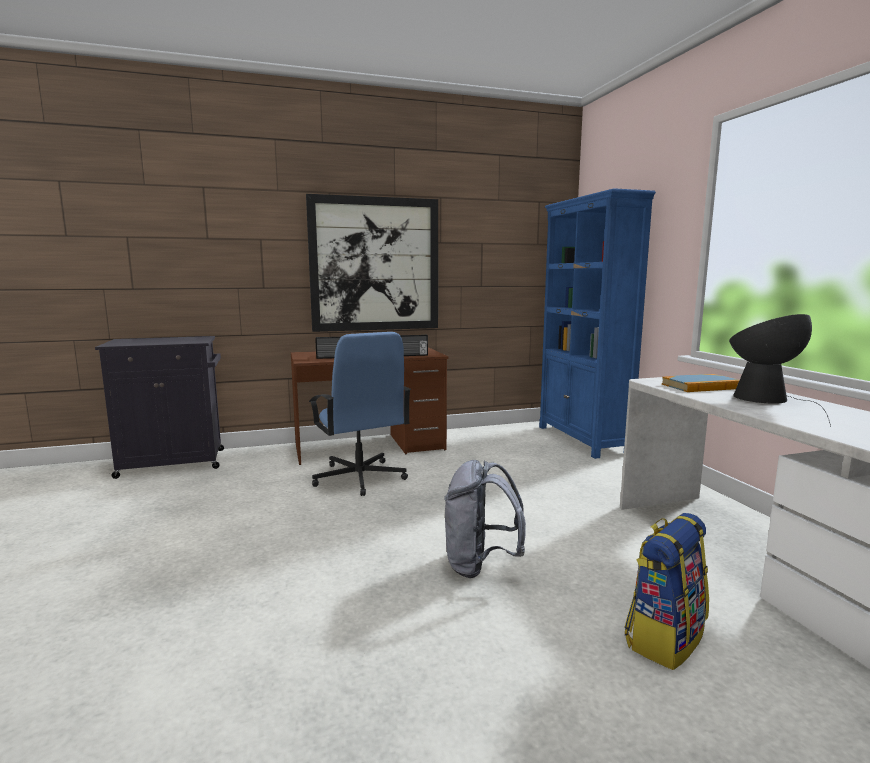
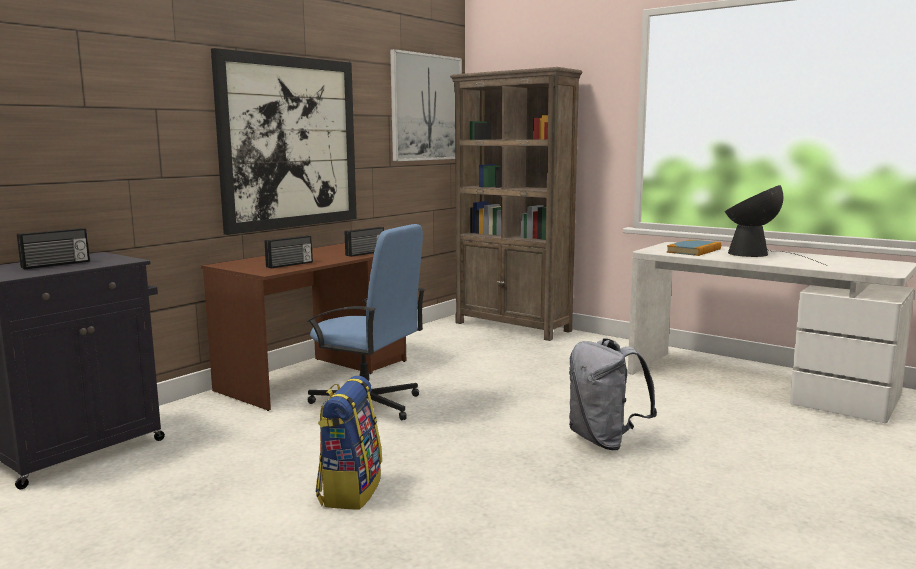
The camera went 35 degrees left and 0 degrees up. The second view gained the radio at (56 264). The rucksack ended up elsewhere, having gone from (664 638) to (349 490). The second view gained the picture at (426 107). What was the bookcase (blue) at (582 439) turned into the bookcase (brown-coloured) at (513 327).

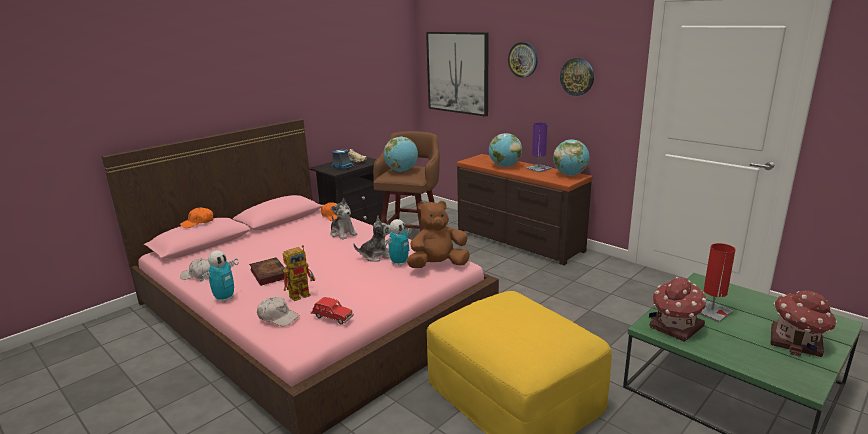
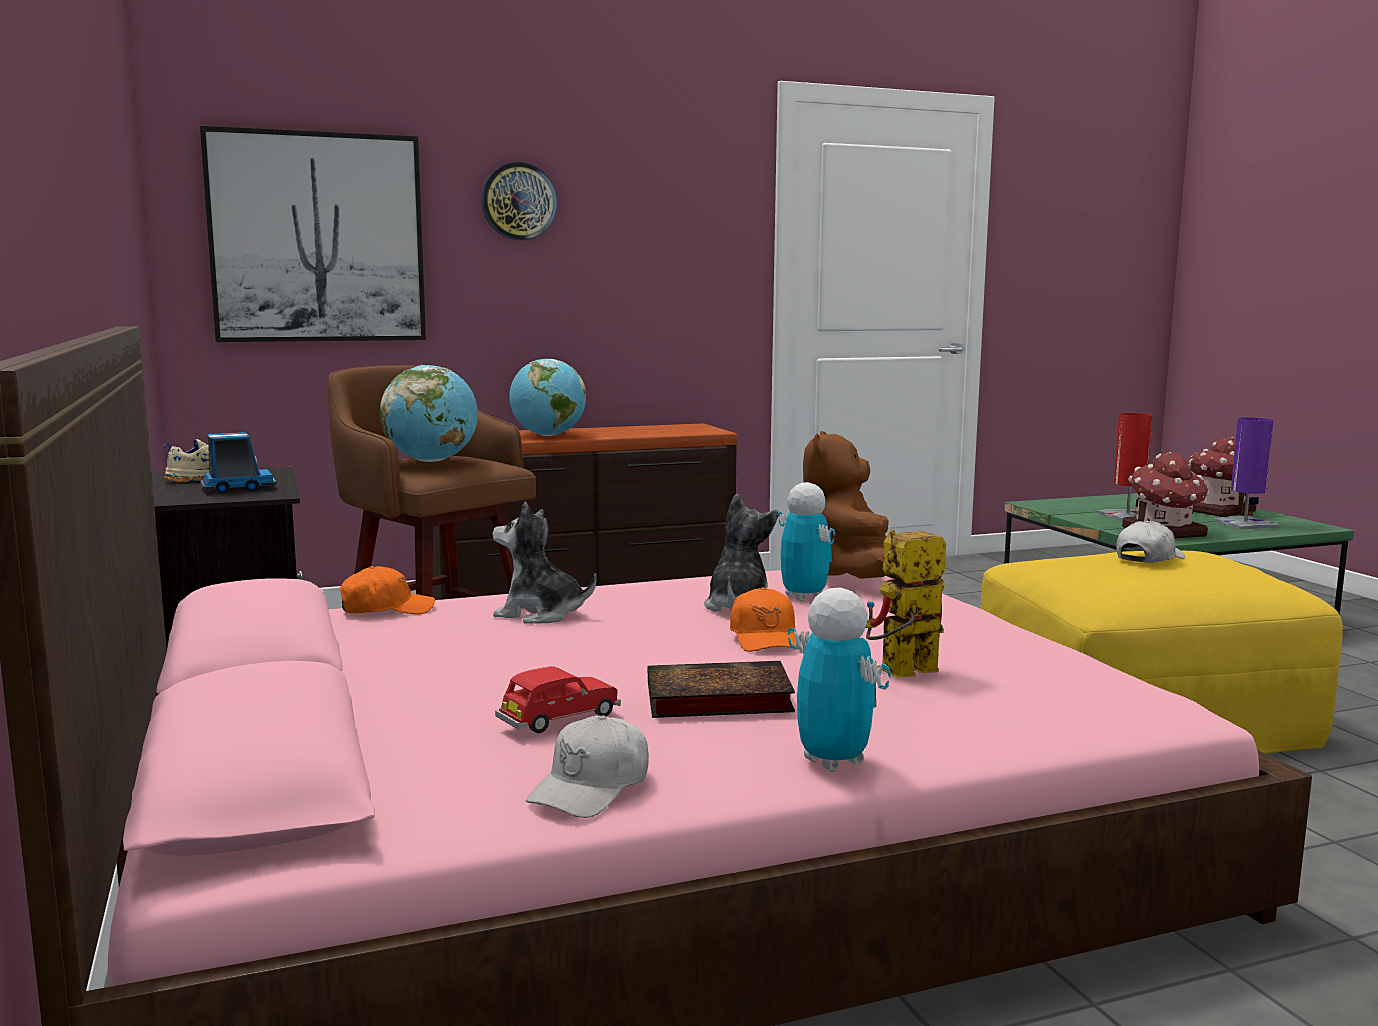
The camera went 65 degrees left and 10 degrees down. The cuddly toy at (343 233) ended up facing another way, 150 degrees counterclockwise from before. The toy car (reddish) ended up elsewhere, having gone from (332 317) to (559 720). The baseball cap (orange) ended up elsewhere, having gone from (198 223) to (765 638). The toy robot at (303 293) ended up facing another way, 105 degrees counterclockwise from before. The baseball cap (whitish) ended up elsewhere, having gone from (278 317) to (1148 558). The tabletop lamp (purple) ended up elsewhere, having gone from (538 168) to (1244 524). The second view lost the world globe at (570 174). The second view lost the hanging clock at (577 76).

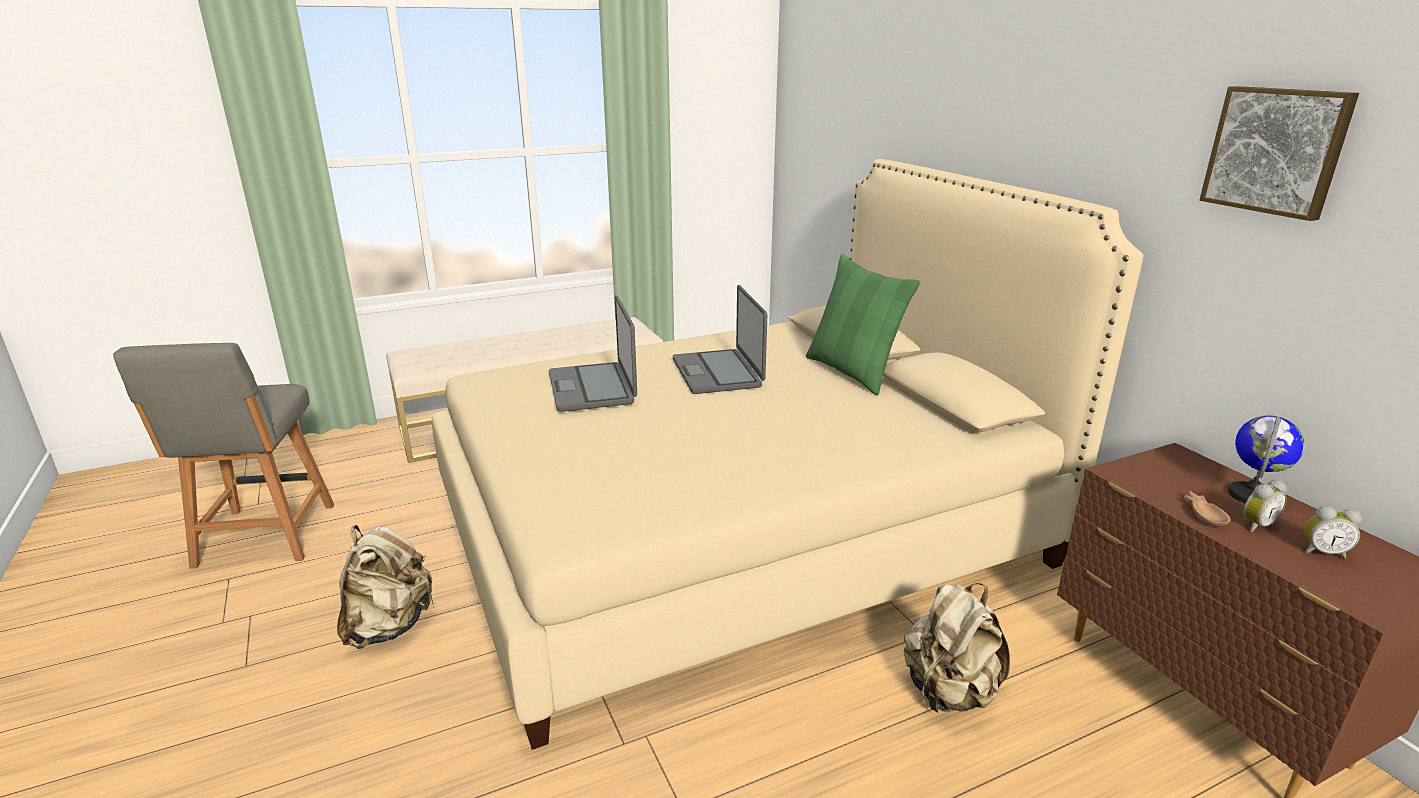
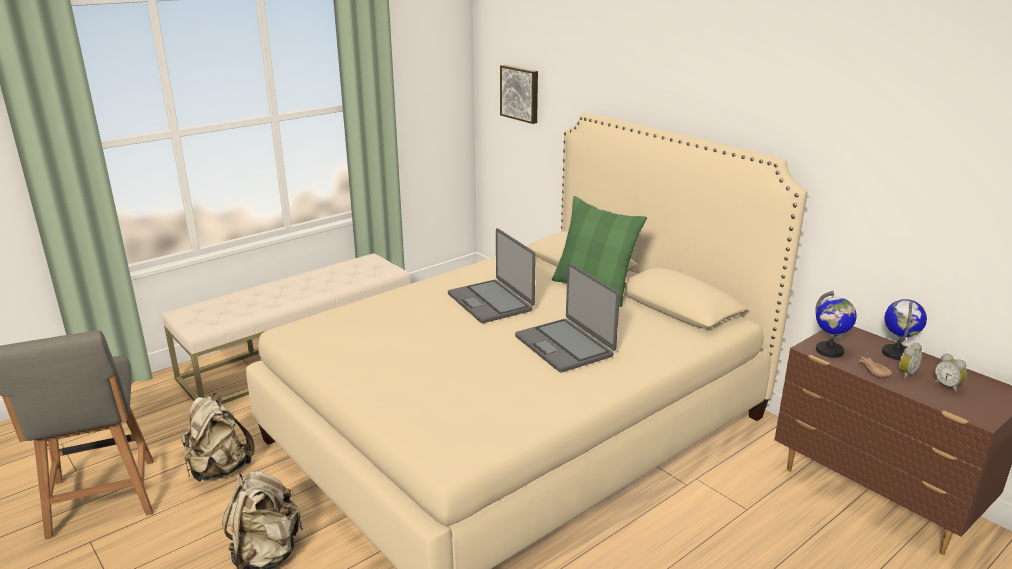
The camera went 15 degrees left and 0 degrees up. The rucksack (sand-coloured) ended up elsewhere, having gone from (949 692) to (219 470). The picture ended up elsewhere, having gone from (1276 151) to (520 93). The portable computer ended up elsewhere, having gone from (593 388) to (565 346). The second view gained the world globe at (829 351). The bedside clock at (1322 552) ended up facing another way, 60 degrees clockwise from before.

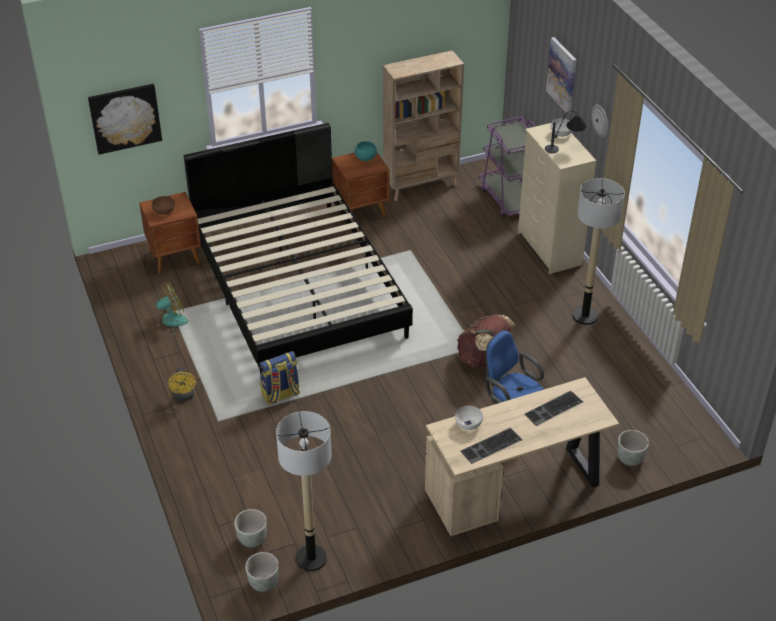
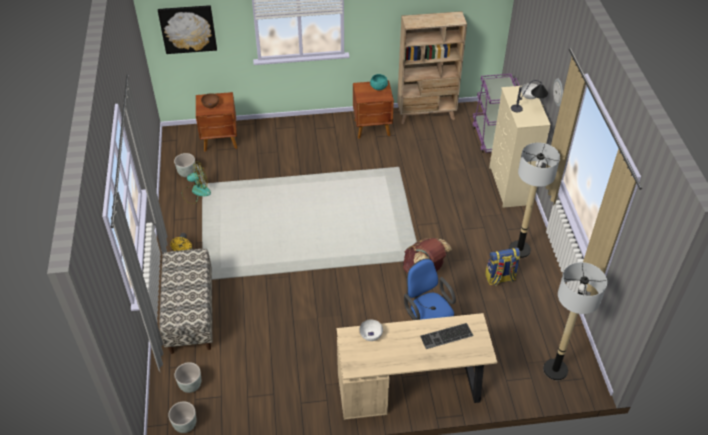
The camera went 15 degrees right and 5 degrees up. The second view gained the indoor bench at (190 314). The plant pot (gray) ended up elsewhere, having gone from (630 459) to (187 173). The rucksack ended up elsewhere, having gone from (280 395) to (500 278). The standard lamp ended up elsewhere, having gone from (311 558) to (555 369). The second view lost the bed (black-coloured) at (298 287). The second view lost the PC keyboard at (491 447). The second view lost the picture at (562 75).

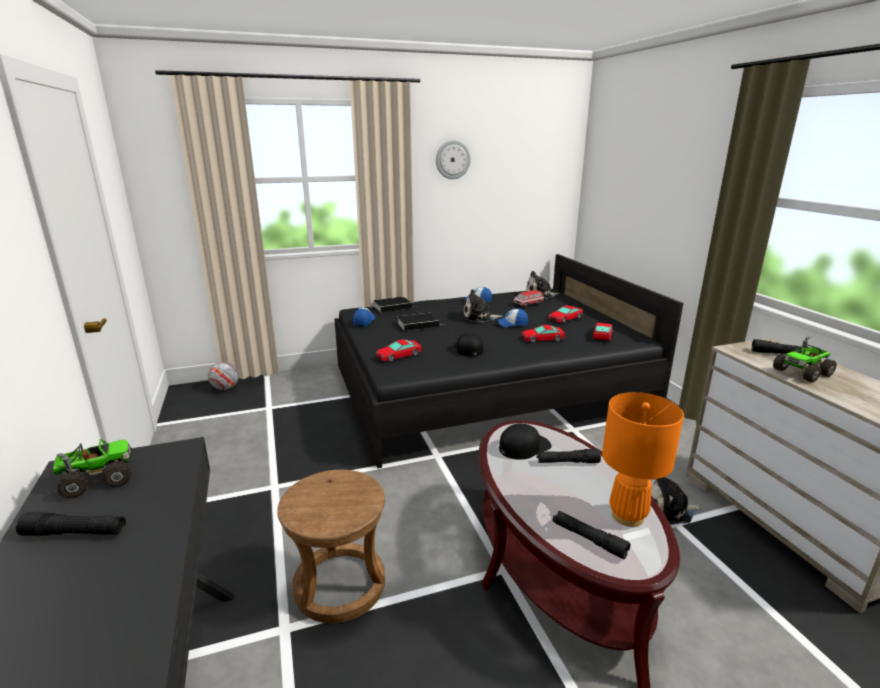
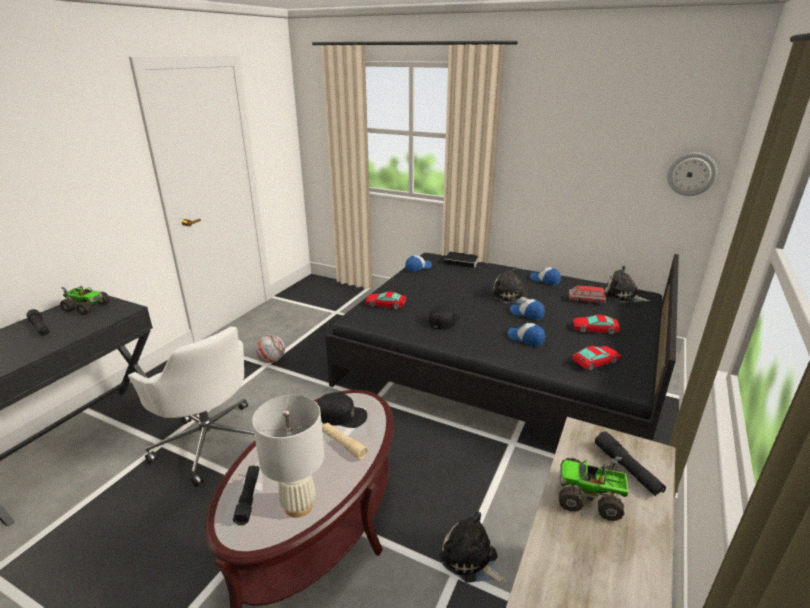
The camera went 45 degrees right and 5 degrees up. Where the stool (brown-coloured) stood at (340 585), the computer chair (whitish) came to stand at (209 440). What was the tabletop lamp (orange) at (628 516) turned into the tabletop lamp (whitish) at (298 505). The football ended up elsewhere, having gone from (225 388) to (272 360). What was the torch (black-coloured) at (567 462) turned into the torch (sand-coloured) at (343 444). Where the toy car stood at (542 338), the baseball cap came to stand at (525 339). The hanging clock ended up elsewhere, having gone from (452 159) to (691 174). The second view lost the bound book at (419 324).

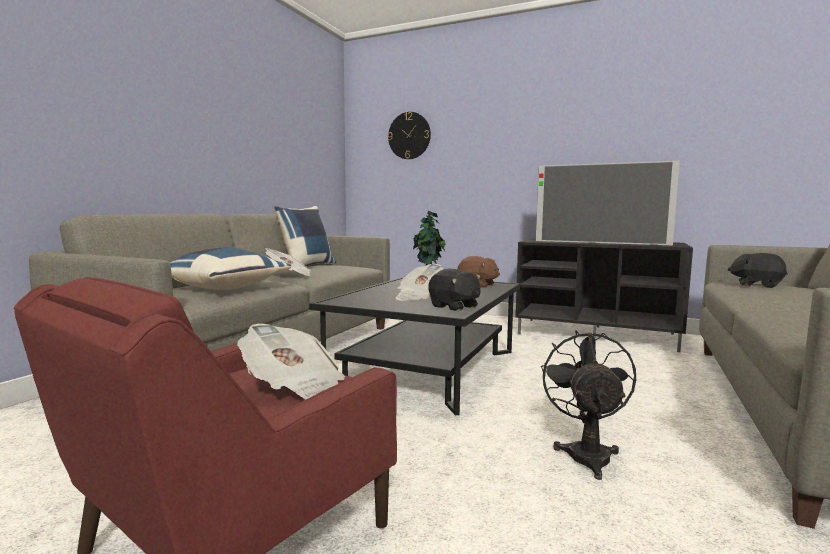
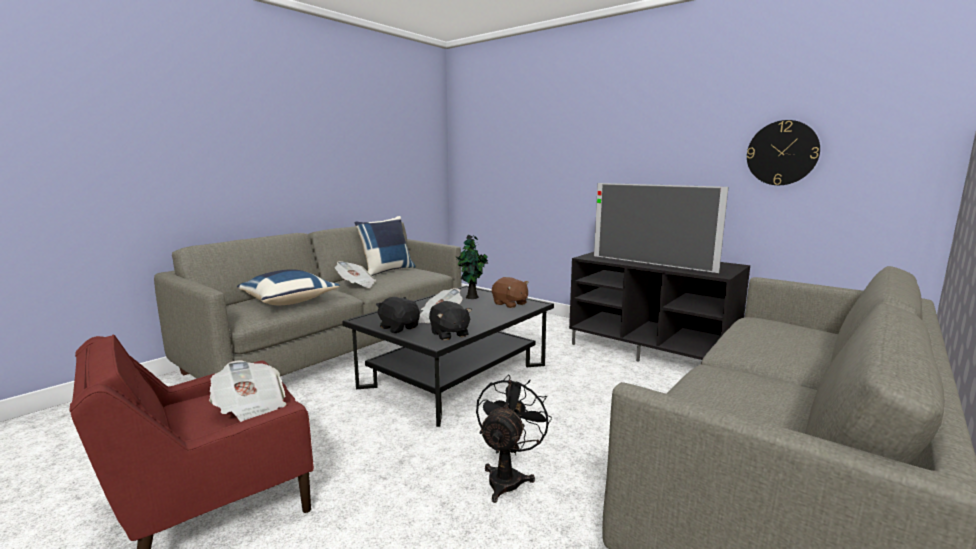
The camera went 15 degrees right and 5 degrees up. The cuddly toy (black-coloured) ended up elsewhere, having gone from (756 285) to (399 328). The hanging clock ended up elsewhere, having gone from (409 135) to (782 153).

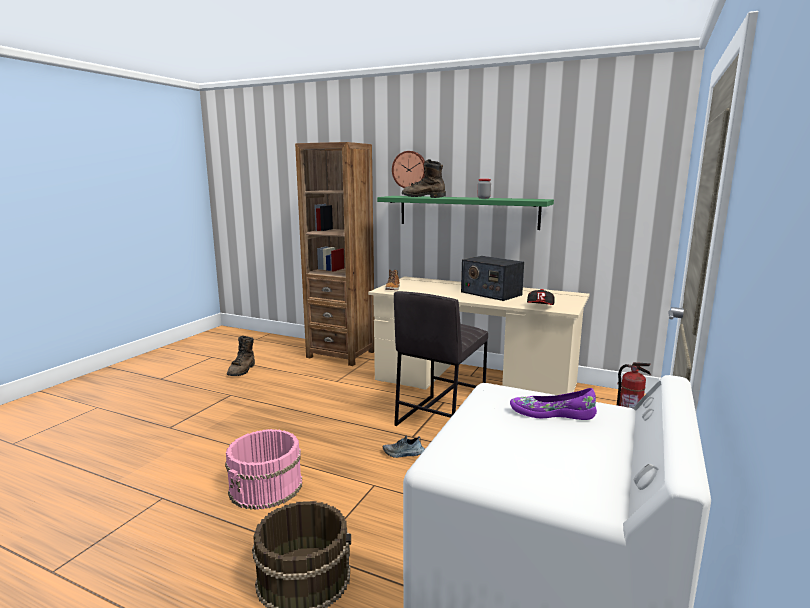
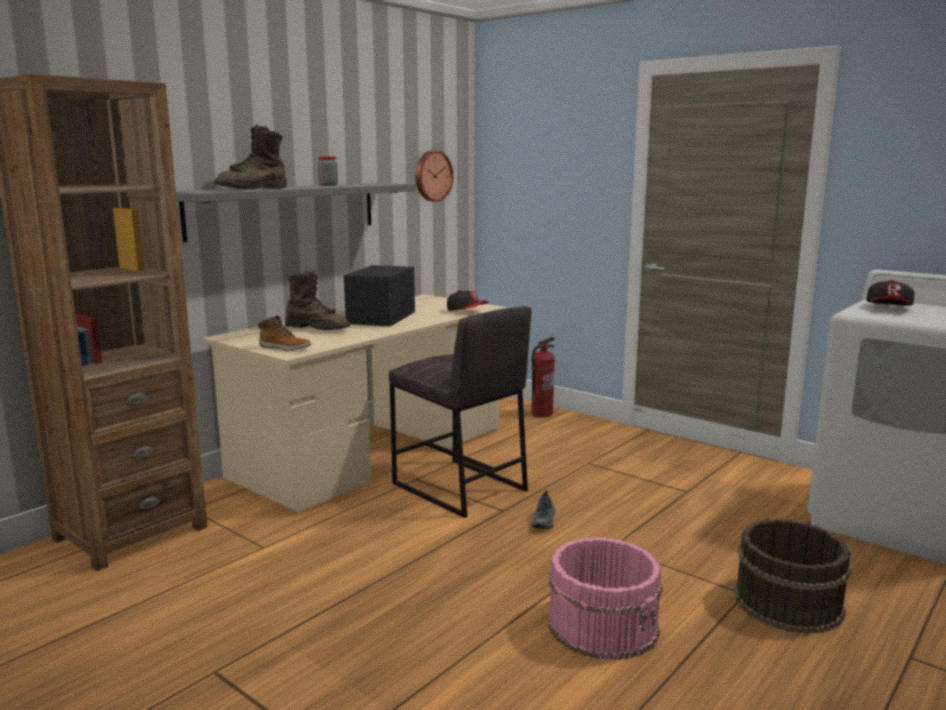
The camera went 75 degrees left and 0 degrees up. What was the wall shelf (green-coloured) at (467 212) turned into the wall shelf (gray) at (285 209). The tall boot (brown-coloured) ended up elsewhere, having gone from (242 370) to (318 328). The radio at (490 293) ended up facing another way, 135 degrees clockwise from before. The hanging clock ended up elsewhere, having gone from (410 170) to (432 176). Where the low shoe (purple) stood at (551 413), the baseball cap came to stand at (889 308).

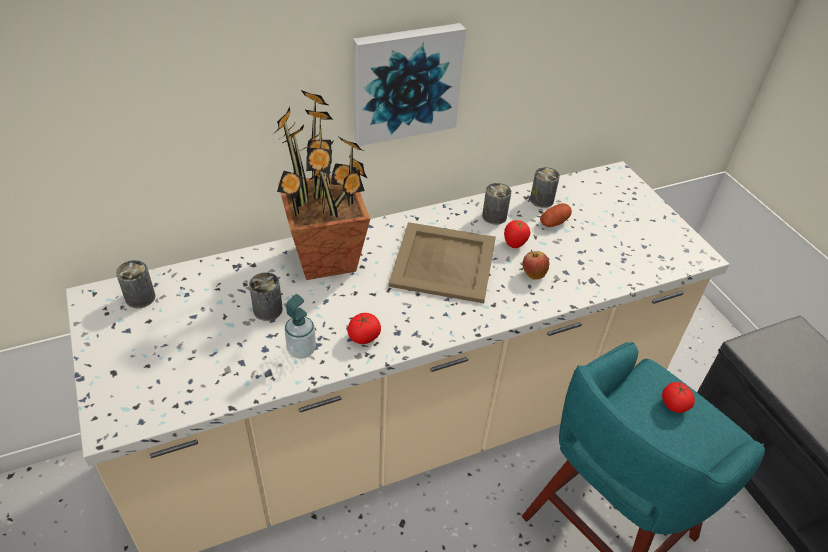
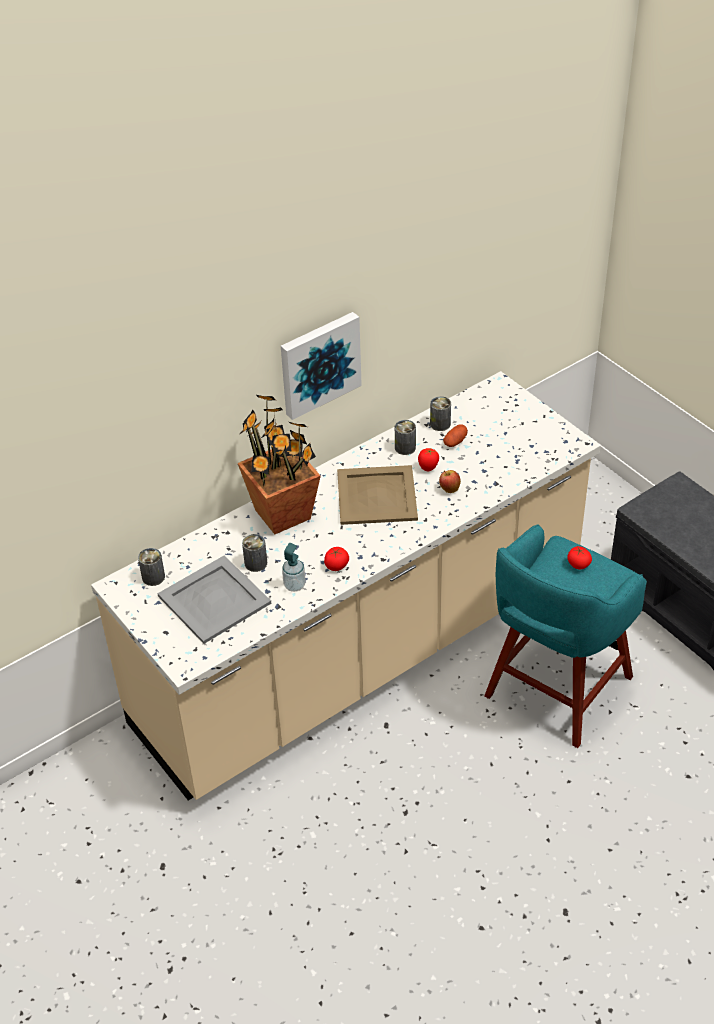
The camera went 10 degrees left and 0 degrees up. The second view gained the tray (gray) at (214 600).

